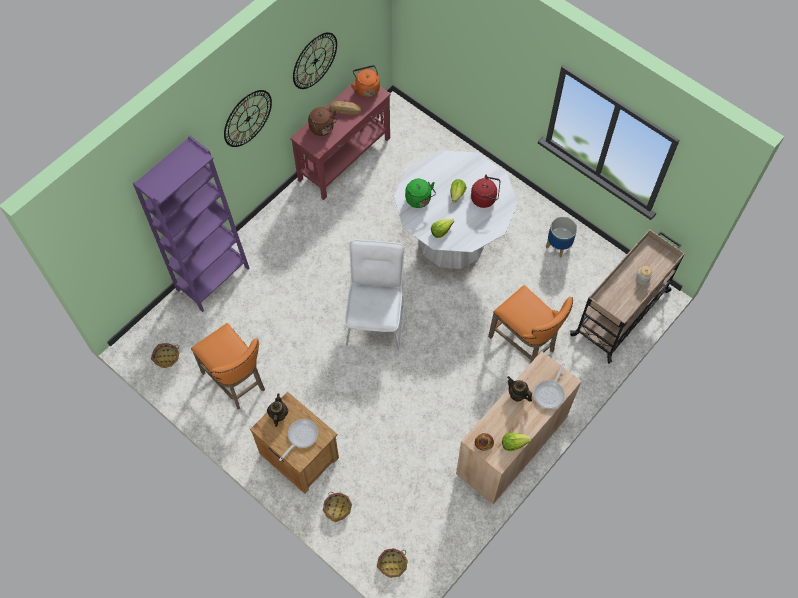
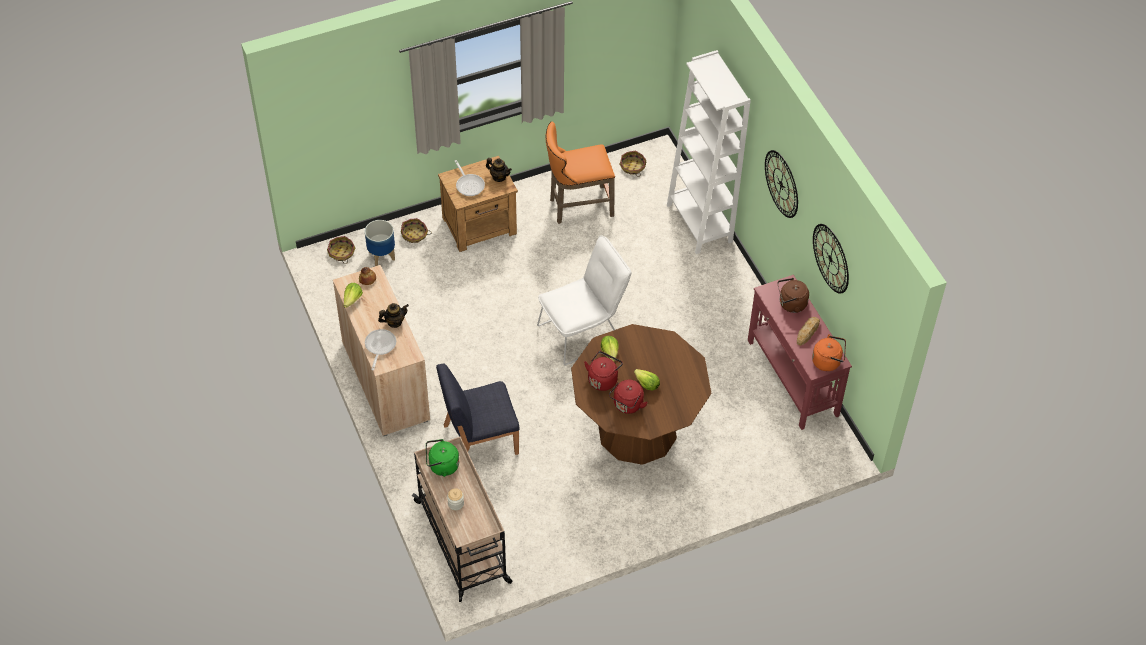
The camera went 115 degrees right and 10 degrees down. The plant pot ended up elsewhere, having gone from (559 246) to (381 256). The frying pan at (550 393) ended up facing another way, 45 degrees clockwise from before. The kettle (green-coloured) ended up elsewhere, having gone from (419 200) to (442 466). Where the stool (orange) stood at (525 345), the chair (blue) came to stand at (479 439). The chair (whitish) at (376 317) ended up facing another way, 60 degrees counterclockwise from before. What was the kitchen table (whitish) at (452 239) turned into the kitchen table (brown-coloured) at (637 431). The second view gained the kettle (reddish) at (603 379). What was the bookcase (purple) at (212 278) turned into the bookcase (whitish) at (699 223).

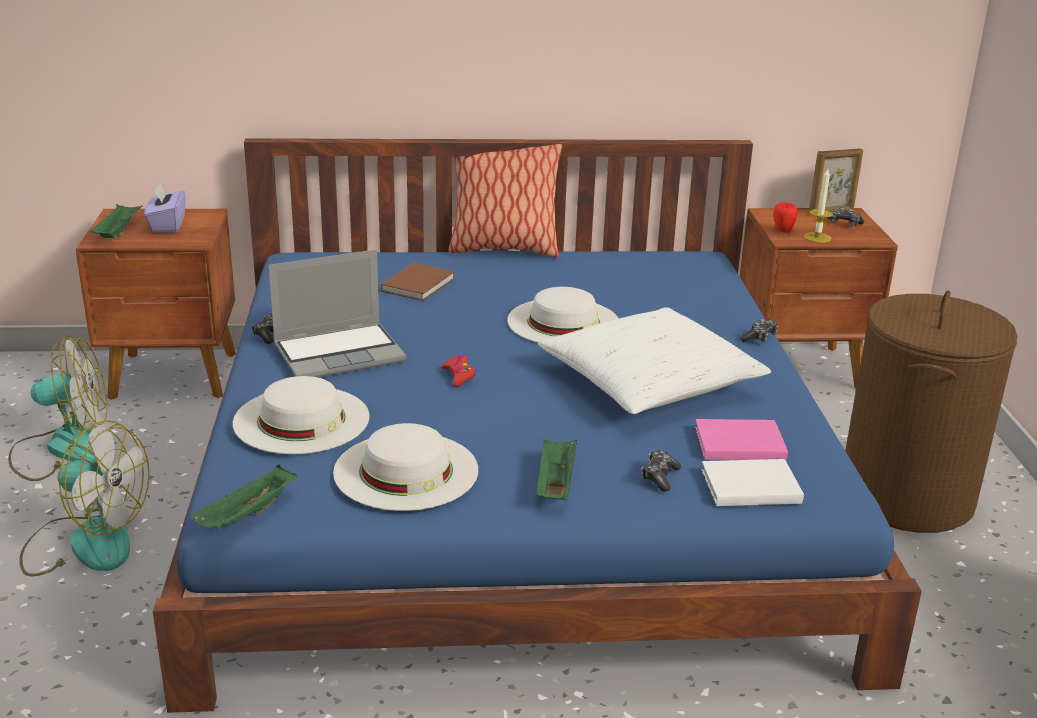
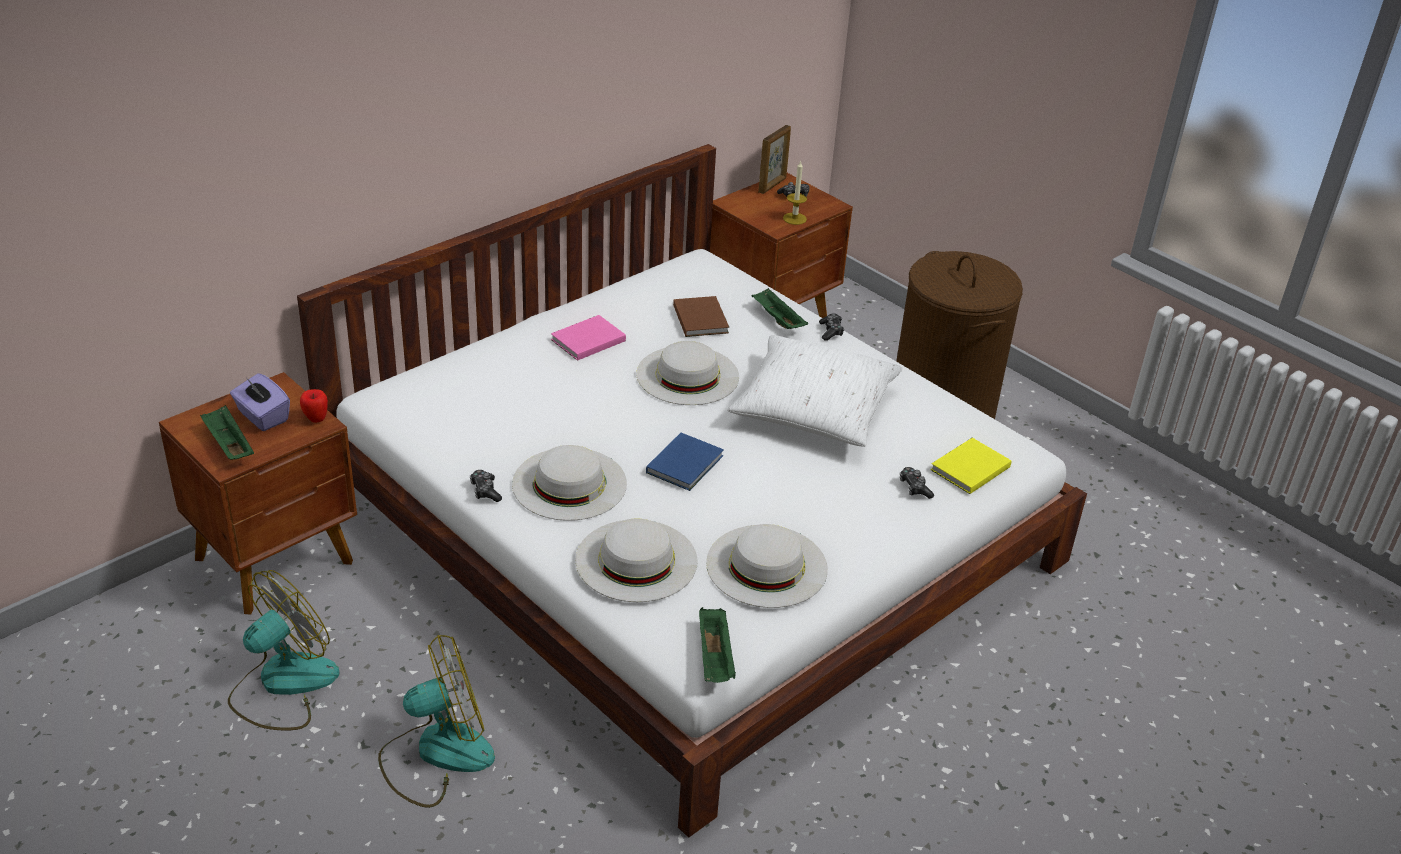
The camera went 40 degrees left and 10 degrees up. What was the bed (blue) at (514 485) turned into the bed (whitish) at (692 528). The apple fruit ended up elsewhere, having gone from (783 231) to (316 419). Where the portable computer stood at (340 353), the clothing hat (whitish) came to stand at (569 483). The bound book (pink) ended up elsewhere, having gone from (737 443) to (586 340). Where the joypad (reddish) stood at (459 375), the bound book (blue) came to stand at (686 463). The bound book (brown-coloured) ended up elsewhere, having gone from (420 284) to (701 318). The tray (green-coloured) ended up elsewhere, having gone from (555 484) to (777 319). What was the bound book (whitish) at (747 486) turned into the bound book (yellow) at (968 468). The second view lost the pillow at (503 249).

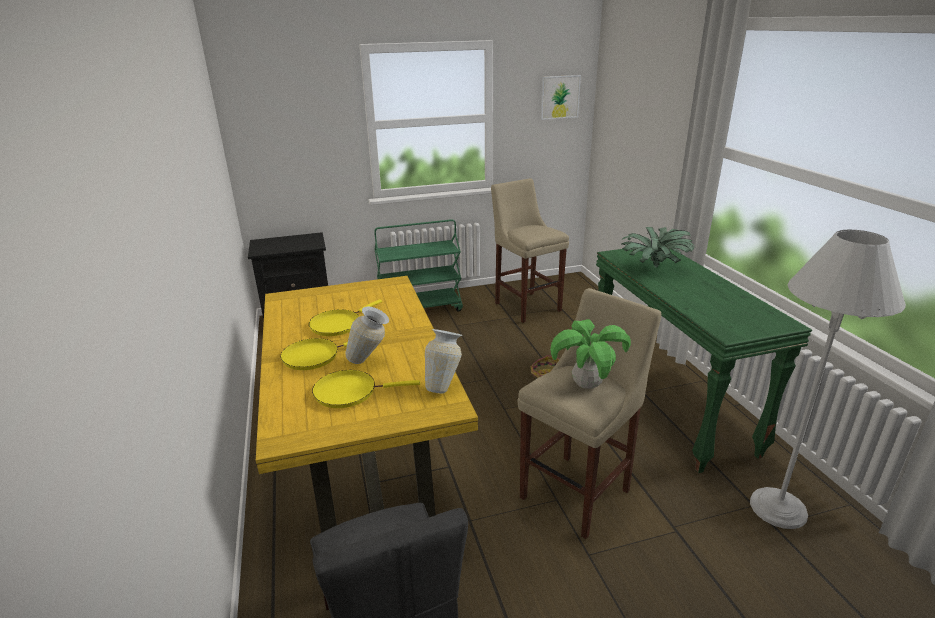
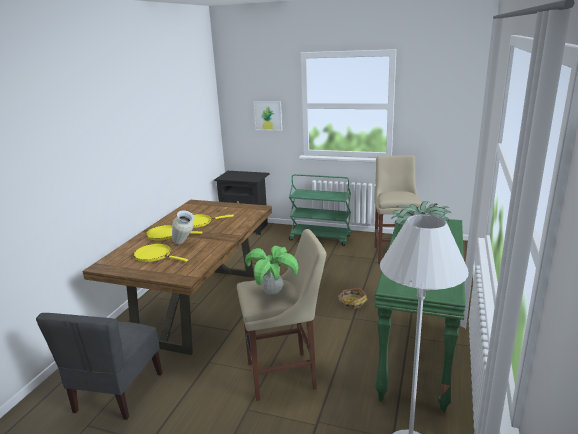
The camera went 35 degrees right and 5 degrees down. What was the kitchen table (yellow) at (364 451) turned into the kitchen table (brown-coloured) at (200 306). The picture ended up elsewhere, having gone from (560 97) to (268 115). The second view lost the decorative vase at (444 385).

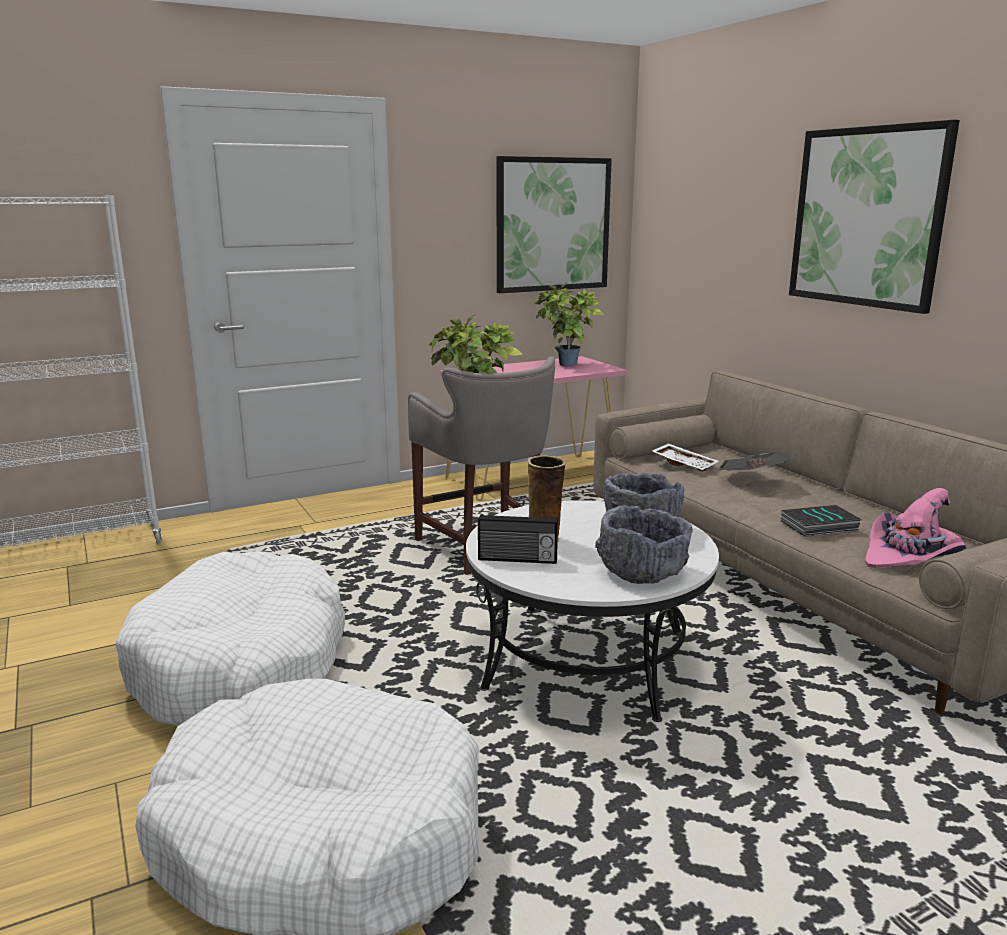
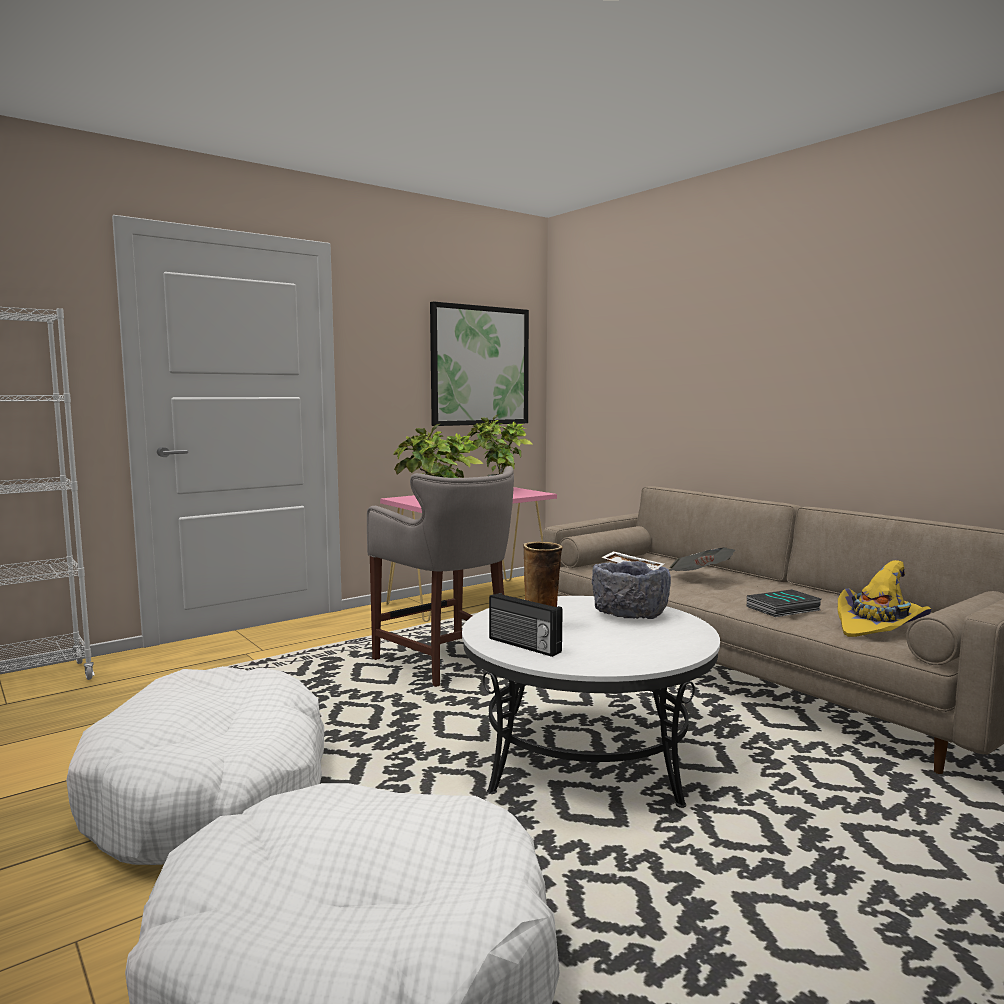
The camera went 10 degrees left and 10 degrees down. The radio at (517 559) ended up facing another way, 45 degrees clockwise from before. What was the clothing hat (pink) at (910 557) turned into the clothing hat (yellow) at (878 627). The second view lost the serving bowl (gray) at (641 571). The second view lost the picture at (867 217).

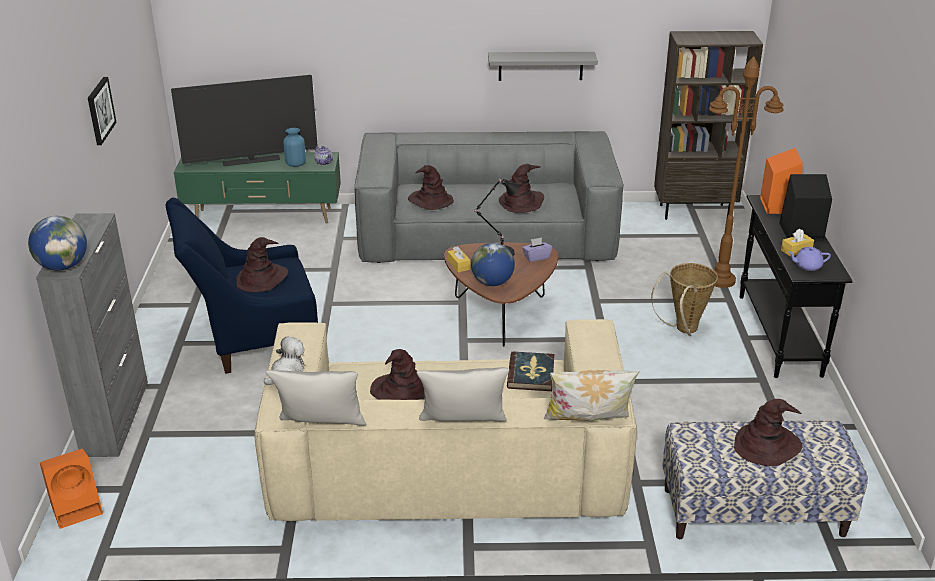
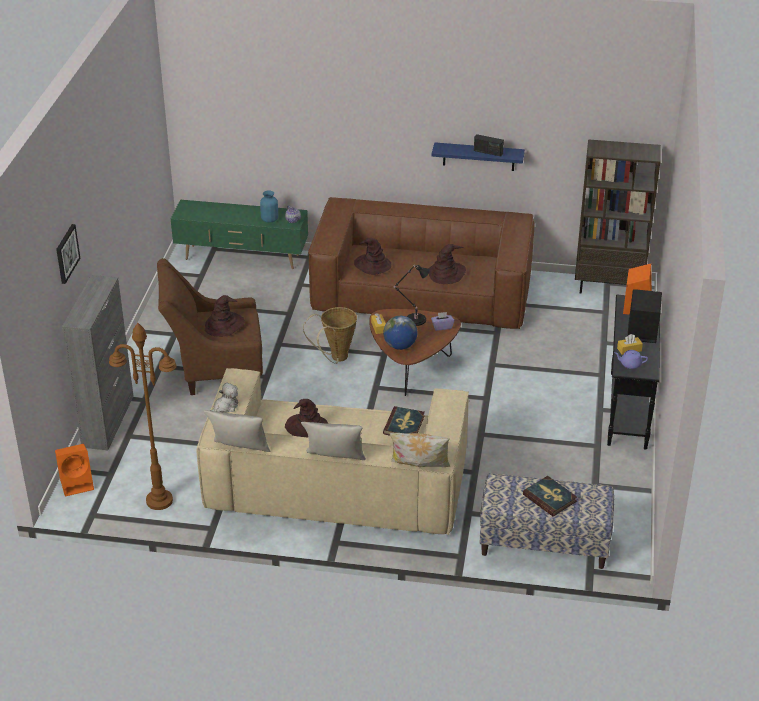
The camera went 10 degrees right and 5 degrees up. The picture ended up elsewhere, having gone from (100 110) to (66 253). The standard lamp (brown-coloured) ended up elsewhere, having gone from (720 280) to (159 501). What was the easy chair (blue) at (251 339) turned into the easy chair (brown-coloured) at (214 369). The basket ended up elsewhere, having gone from (683 330) to (335 358). What was the settee (gray) at (486 234) turned into the settee (brown-coloured) at (422 293). What was the wall shelf (gray) at (540 66) turned into the wall shelf (blue) at (478 156). The second view gained the radio at (488 152). Where the clothing hat (brown-coloured) stood at (766 446), the bound book came to stand at (550 498). The second view lost the world globe at (63 266). The second view lost the TV set at (251 161).

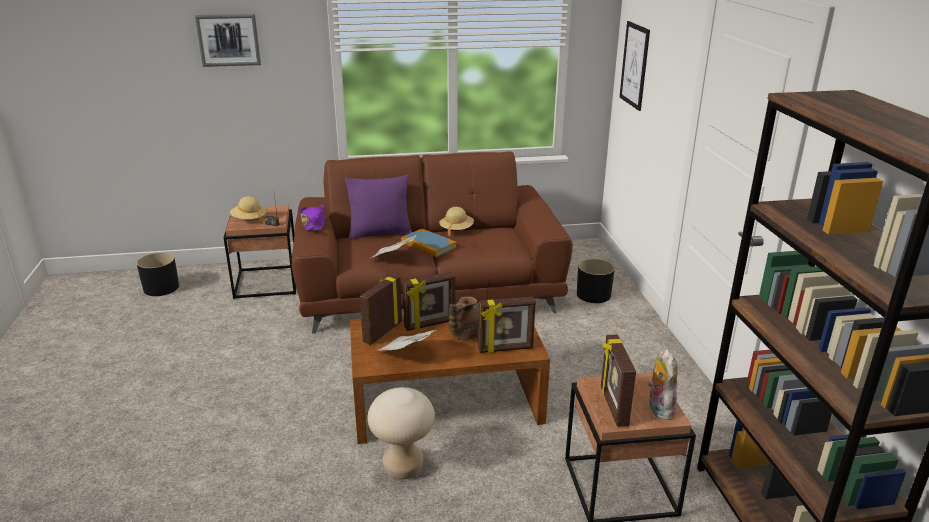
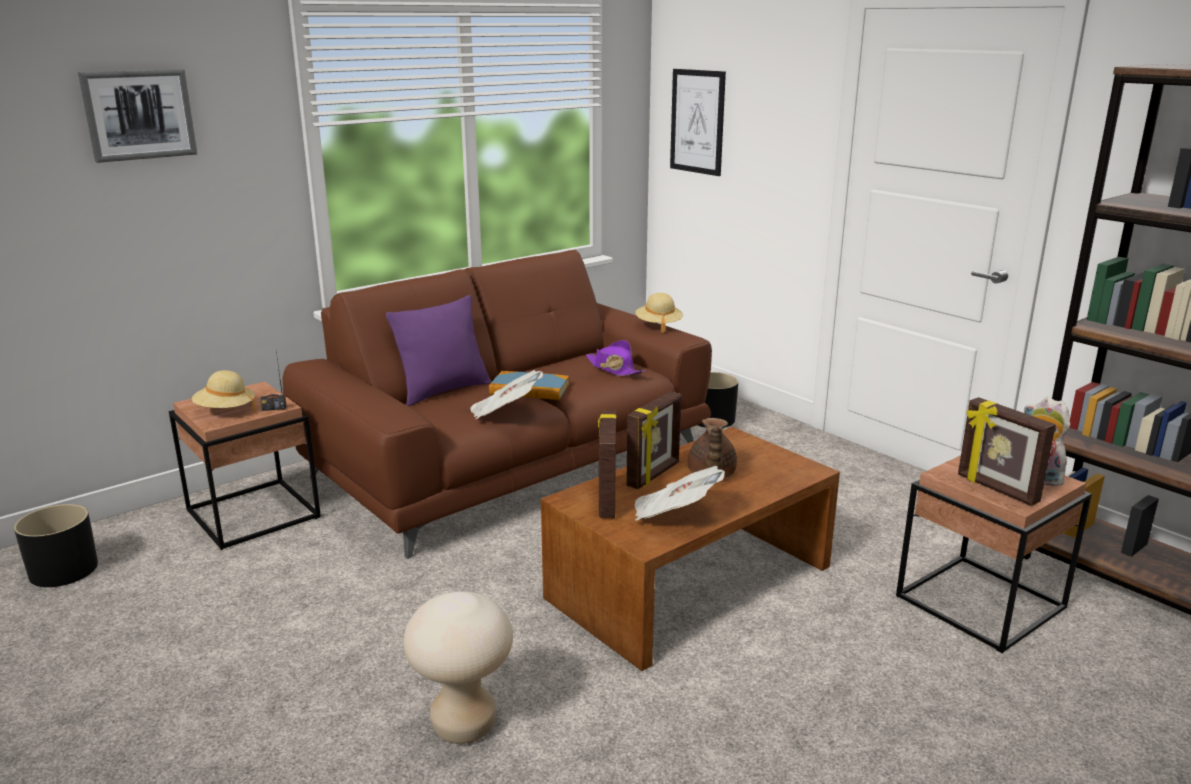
The camera went 30 degrees left and 5 degrees down. The stool (sand-coloured) ended up elsewhere, having gone from (403 468) to (464 726). The clothing hat (purple) ended up elsewhere, having gone from (313 223) to (614 369). The clothing hat (sand-coloured) ended up elsewhere, having gone from (456 229) to (658 325). The second view lost the standing frame at (505 349).

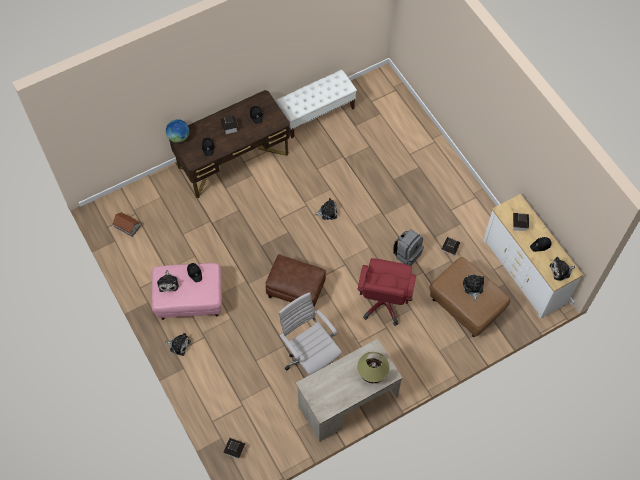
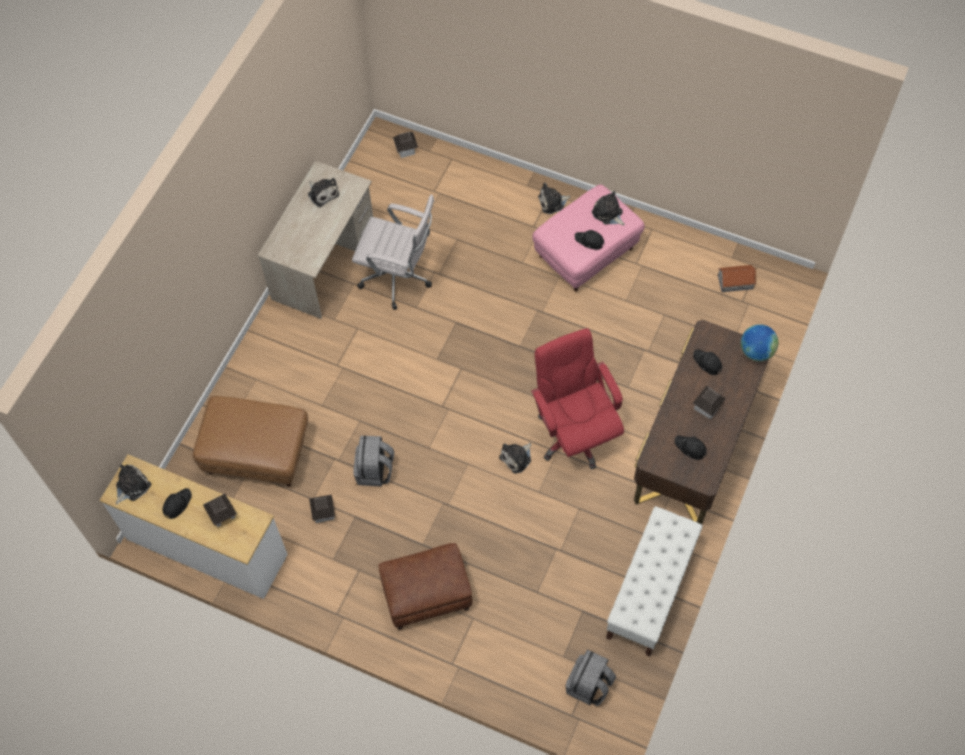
The camera went 145 degrees right and 0 degrees up. The cuddly toy ended up elsewhere, having gone from (473 287) to (322 193). The ottoman (brown-coloured) ended up elsewhere, having gone from (296 290) to (426 595). The computer chair (reddish) ended up elsewhere, having gone from (384 302) to (574 433). The second view gained the rucksack (gray) at (589 685). The second view lost the tabletop lamp at (372 373).

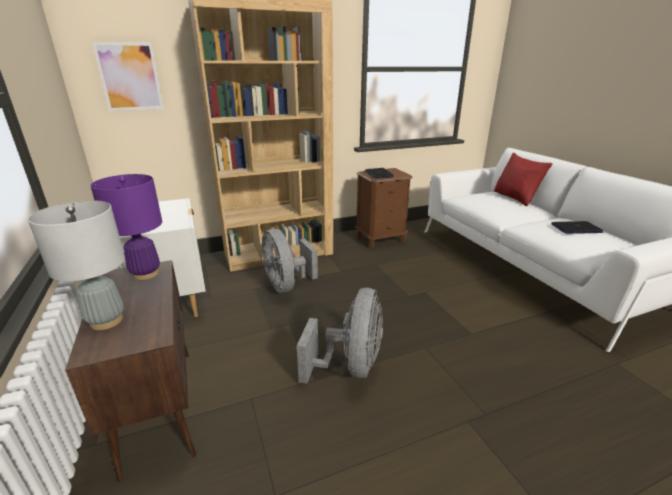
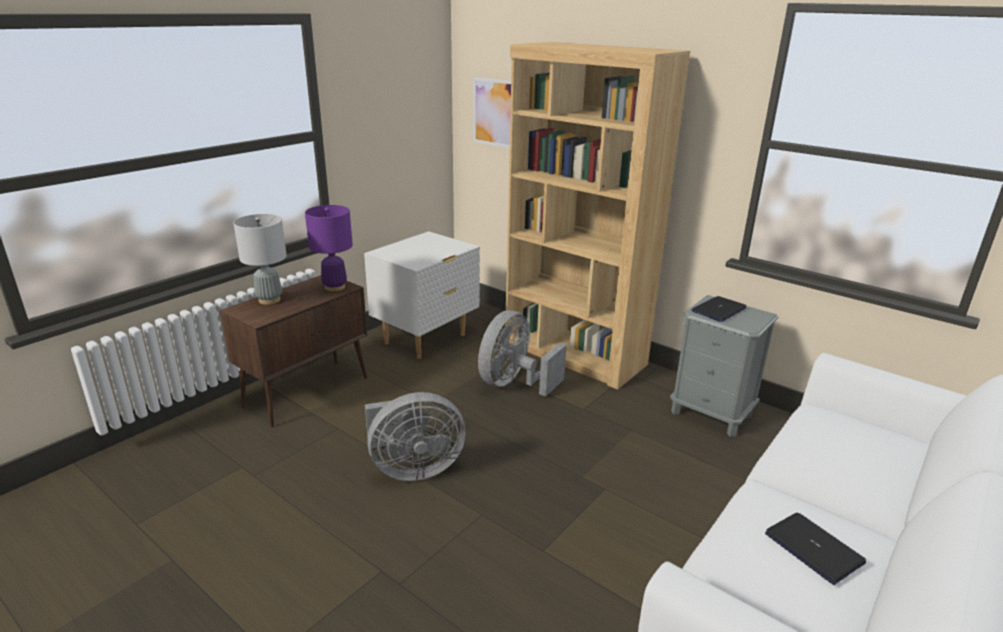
The camera went 60 degrees right and 0 degrees up. What was the night table (brown-coloured) at (381 239) turned into the night table (gray) at (711 413). The second view lost the pillow (reddish) at (515 198).

